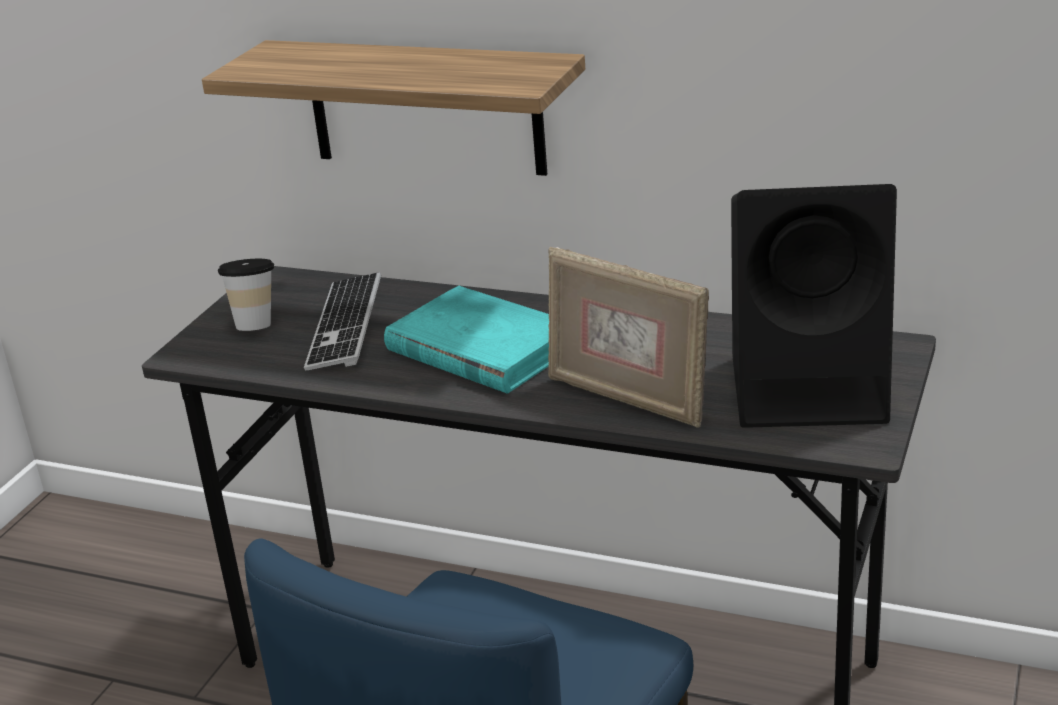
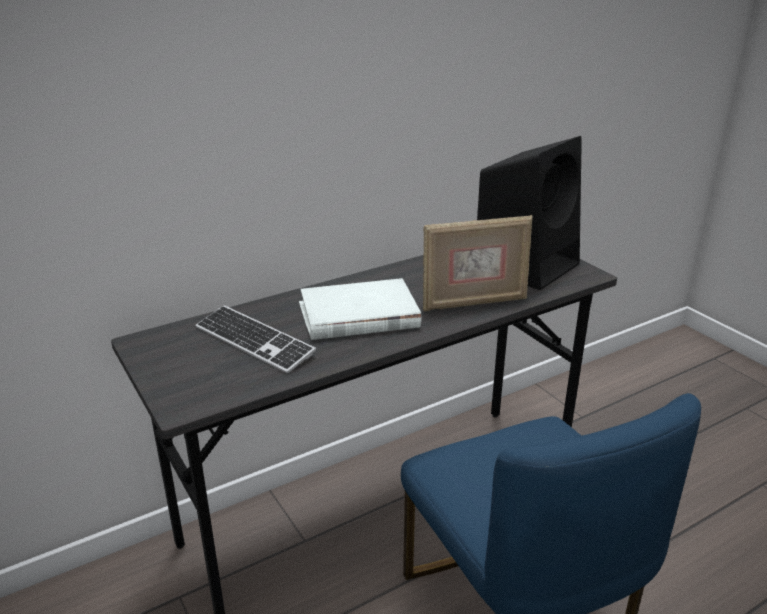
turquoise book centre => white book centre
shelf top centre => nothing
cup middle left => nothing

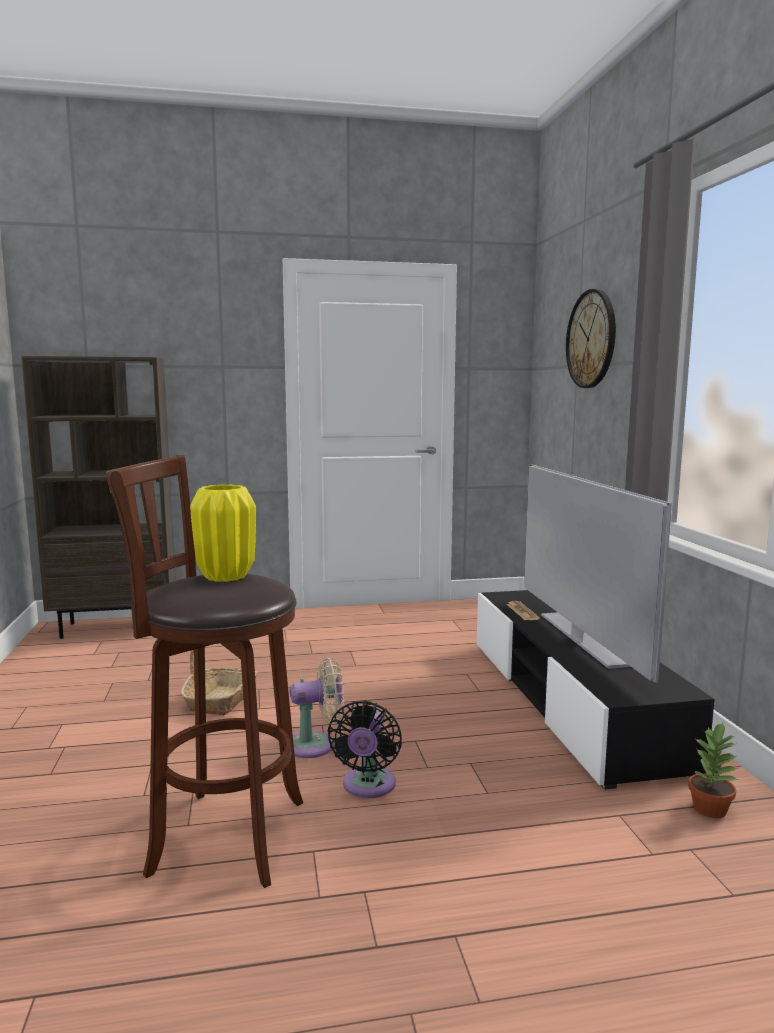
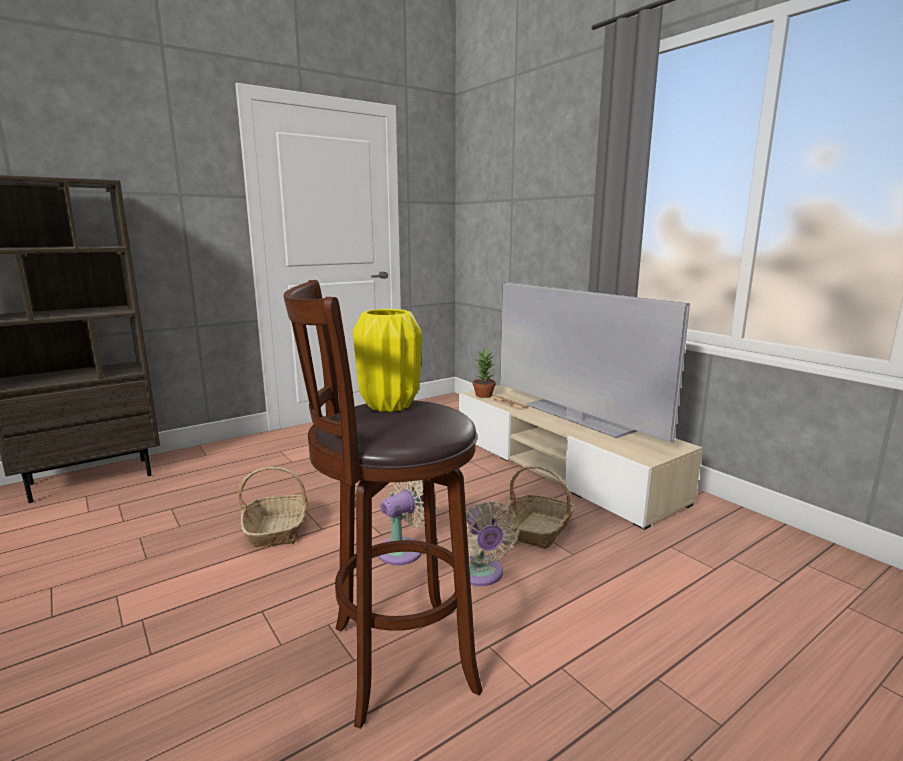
black tv stand bottom right => beige tv stand centre
black fan bottom centre => beige fan (no. 2 from left) bottom centre
potted plant bottom right => potted plant centre, relocated
nothing => basket (no. 2 from left) centre
wall clock top right => nothing

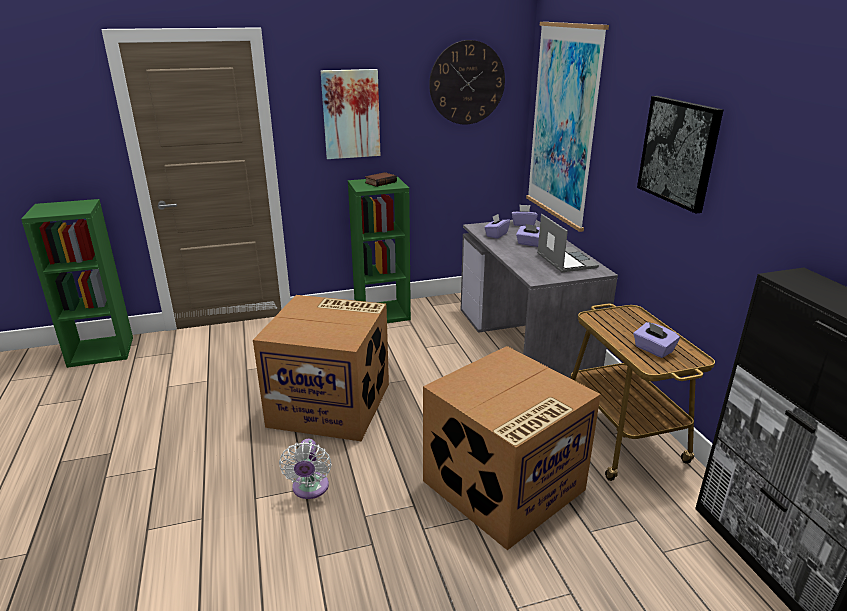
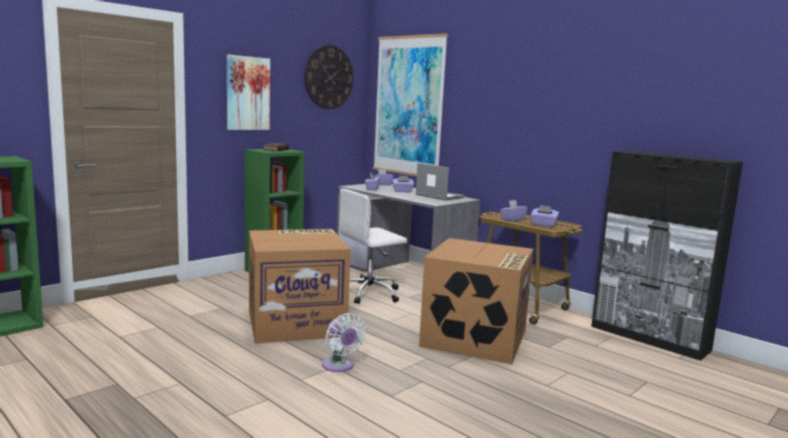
nothing => white office chair centre
nothing => purple tissue box (no. 4 from left) centre
picture (no. 3 from left) top right => nothing

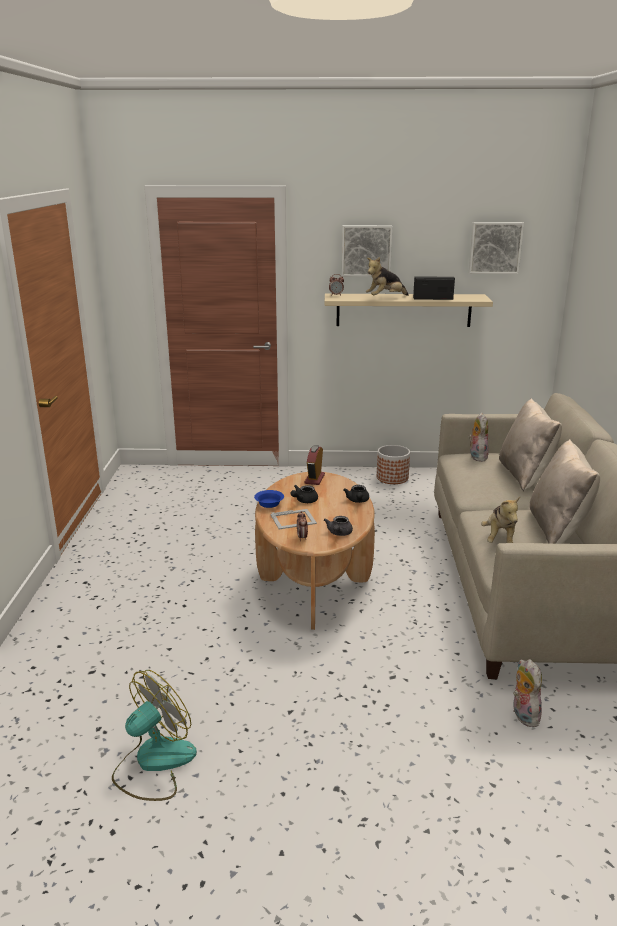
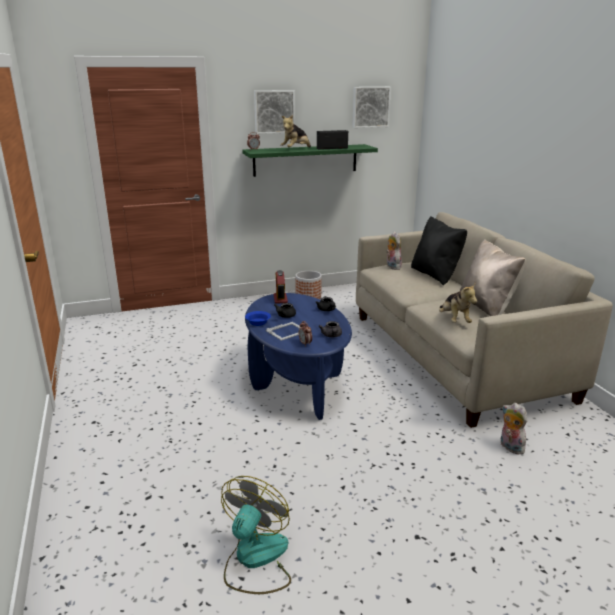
beige shelf centre => green shelf top centre
brown coffee table centre => blue coffee table centre
beige pillow (no. 1 from left) middle right => black pillow middle right

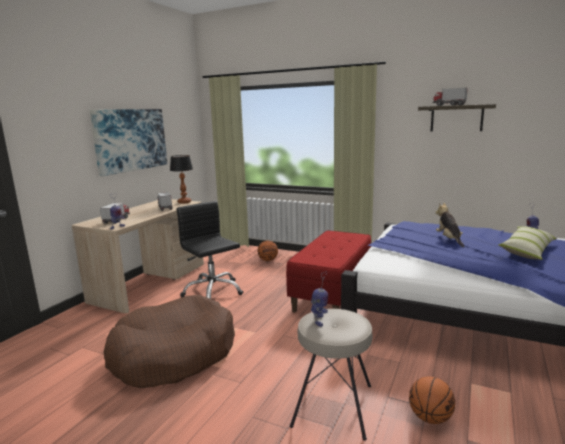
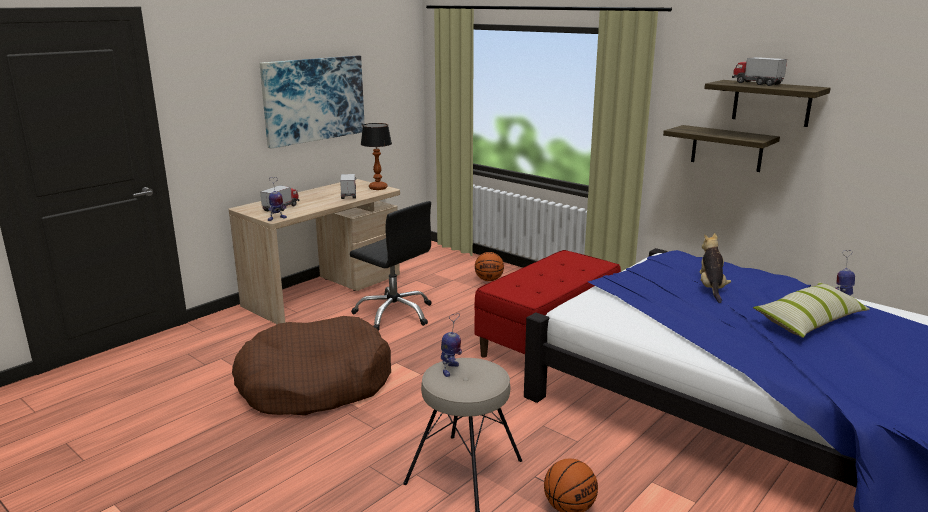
black office chair centre, 150 degrees clockwise
nothing => shelf (no. 1 from left) top right

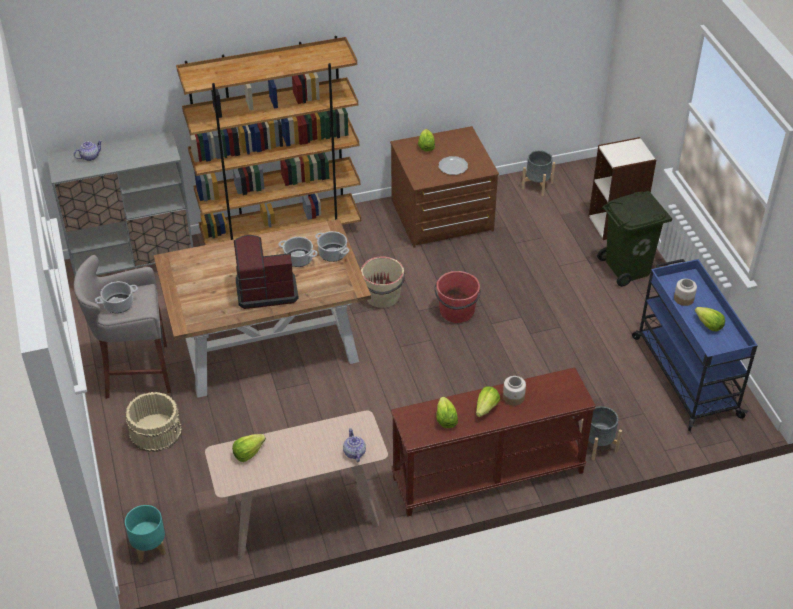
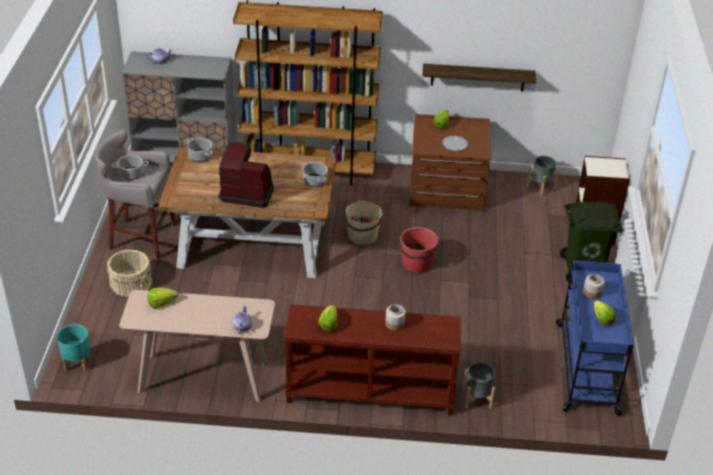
cooking pot (no. 2 from left) centre => cooking pot (no. 2 from left) top left, relocated
nothing => shelf top right
lettuce (no. 4 from left) centre => nothing

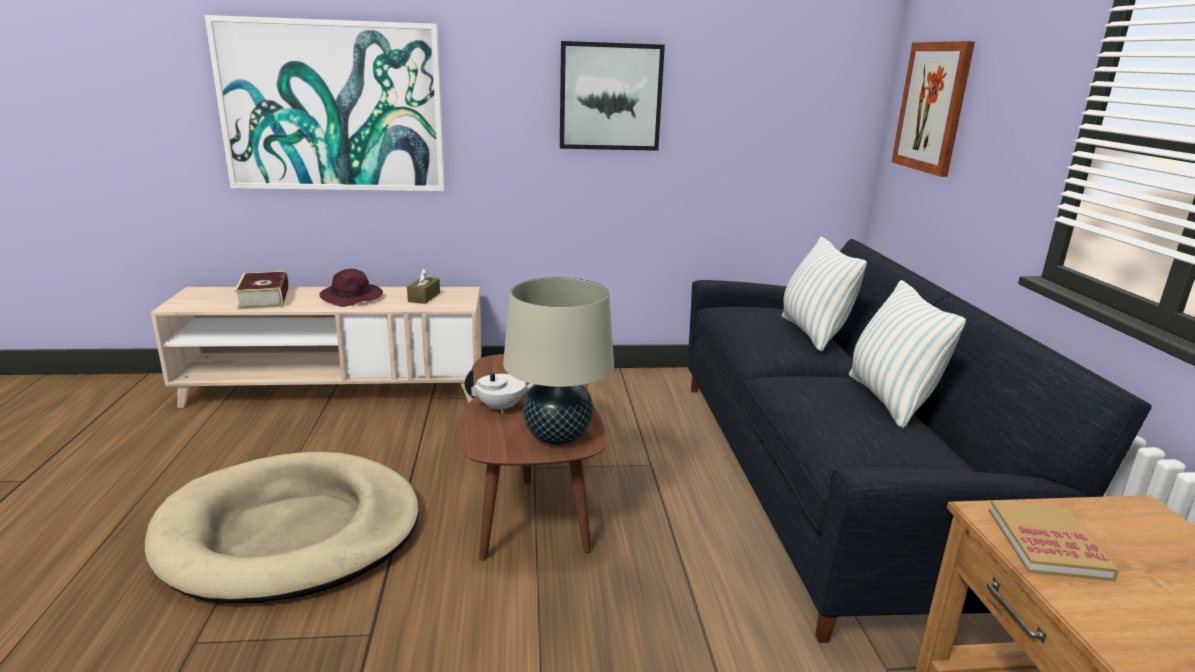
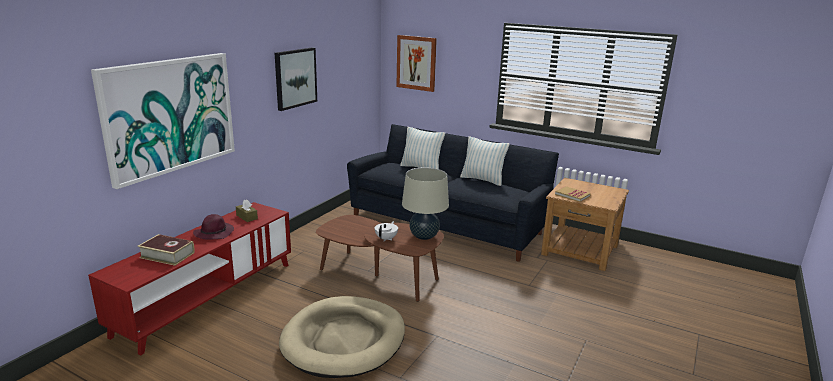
beige tv stand middle left => red tv stand bottom left

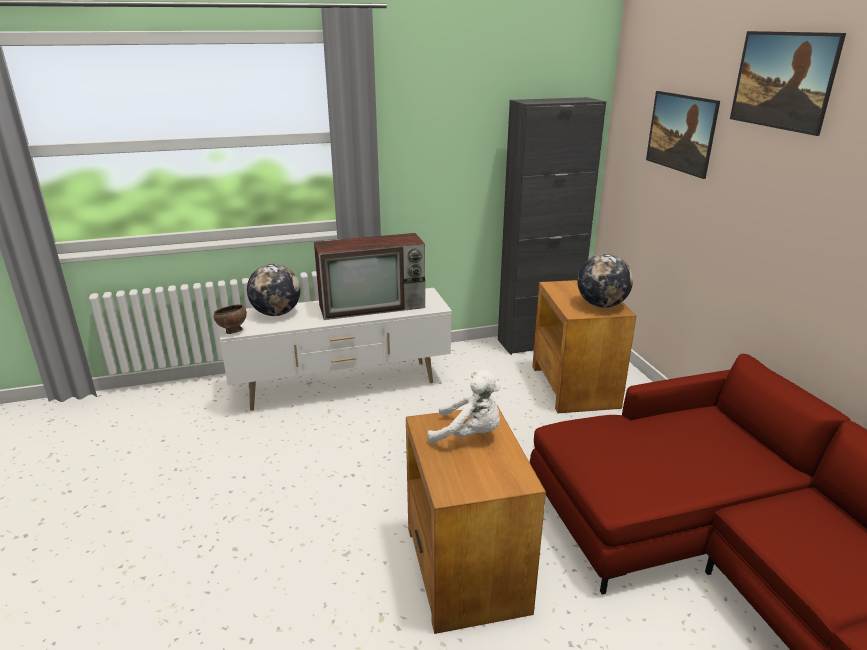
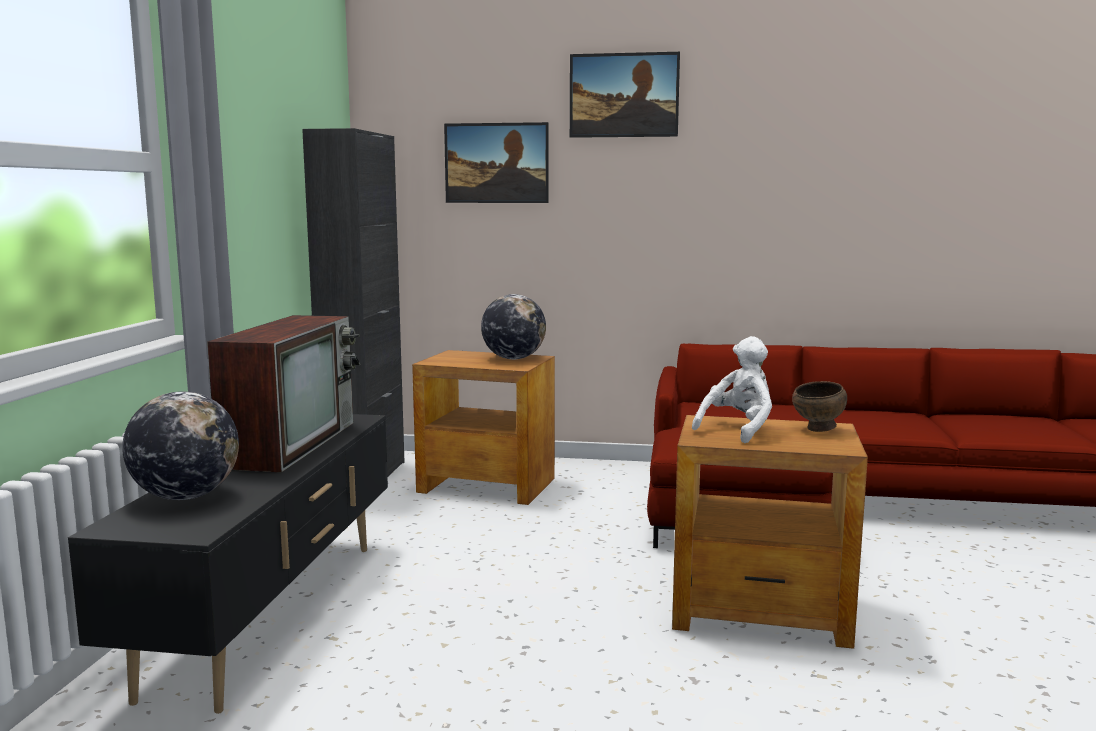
white tv stand centre => black tv stand bottom left
brown bowl middle left => brown bowl middle right, relocated

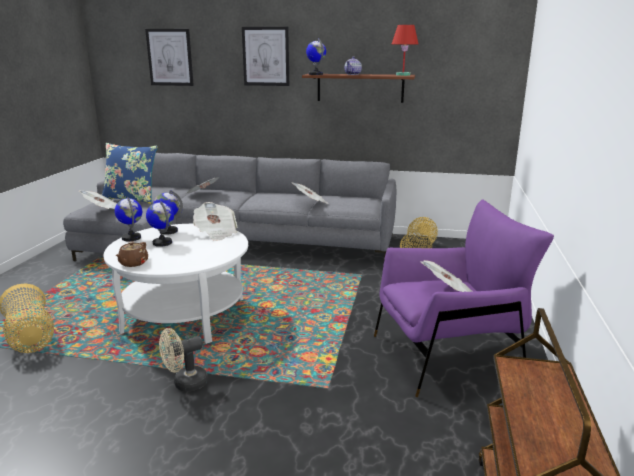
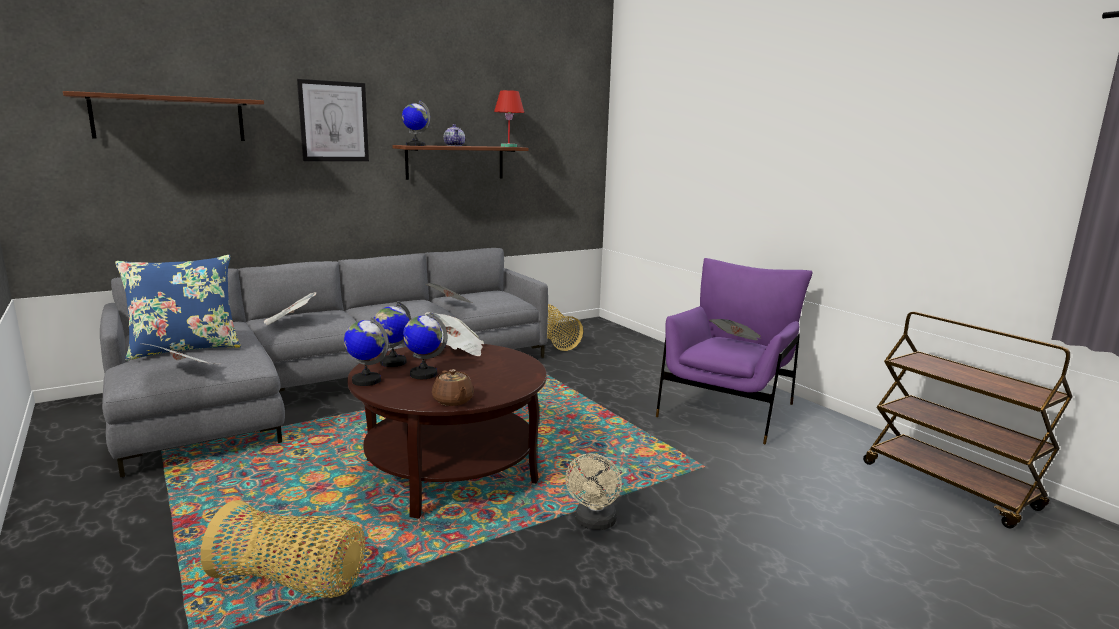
picture (no. 1 from left) top left => shelf (no. 1 from left) top left
white coffee table middle left => brown coffee table bottom centre

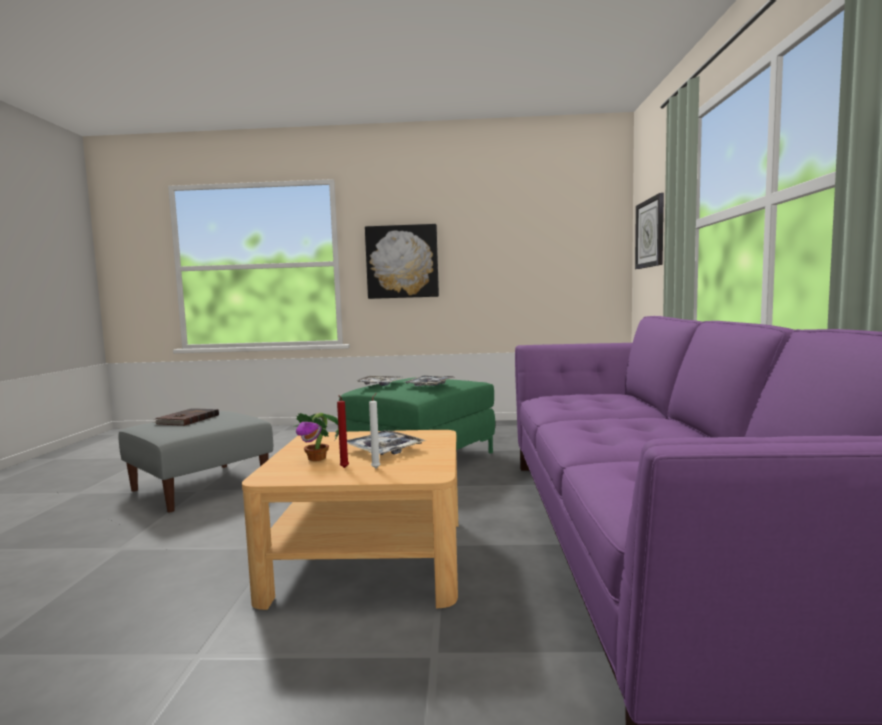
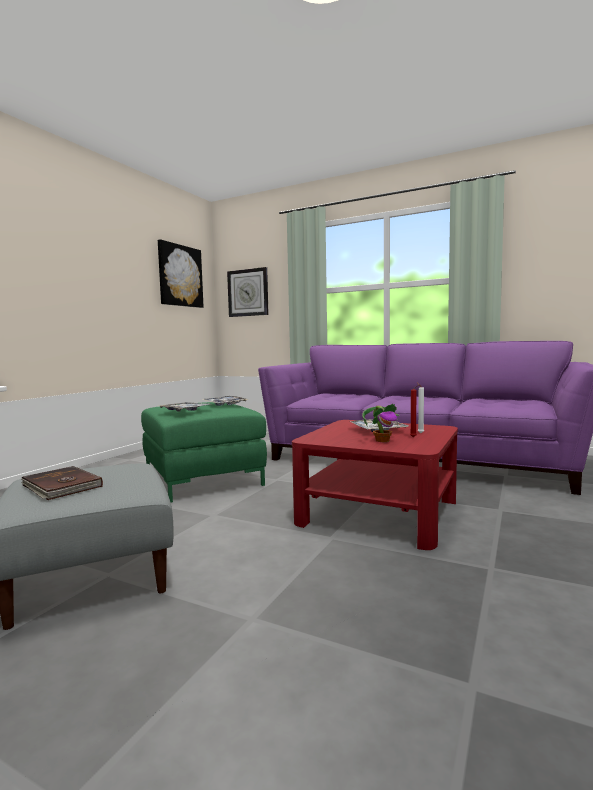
picture centre => picture middle left, relocated
beige coffee table bottom centre => red coffee table centre

